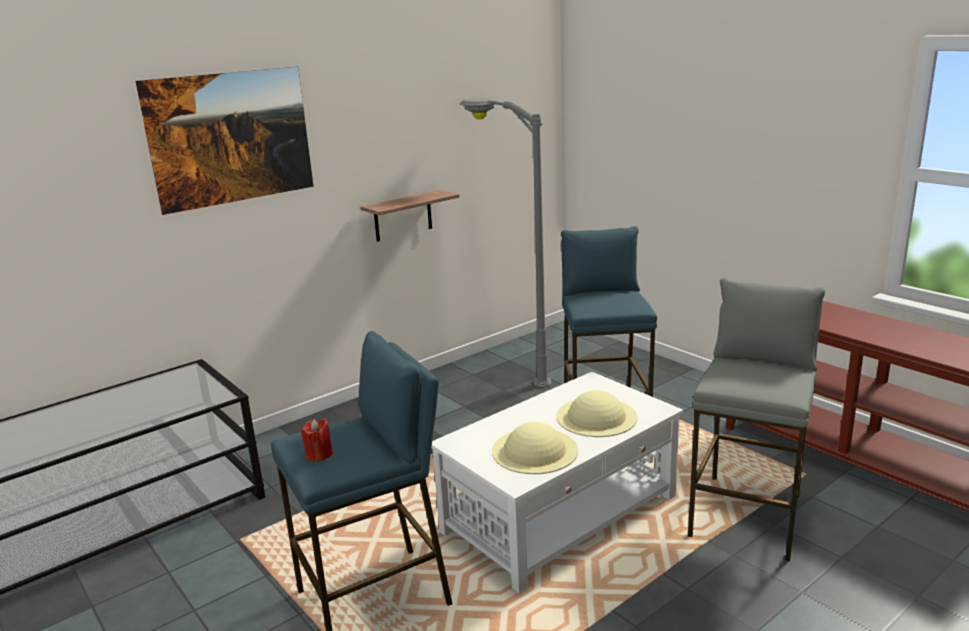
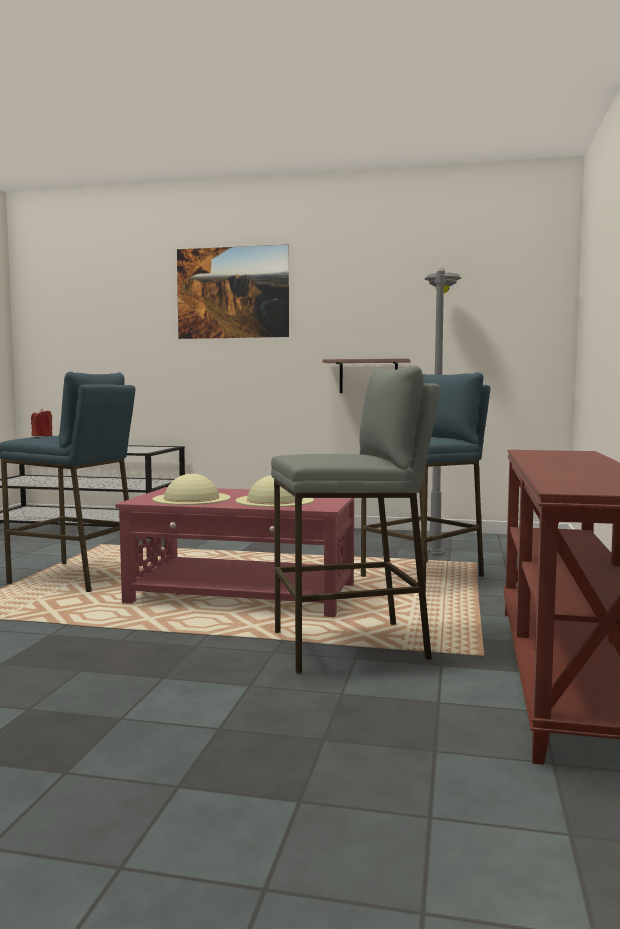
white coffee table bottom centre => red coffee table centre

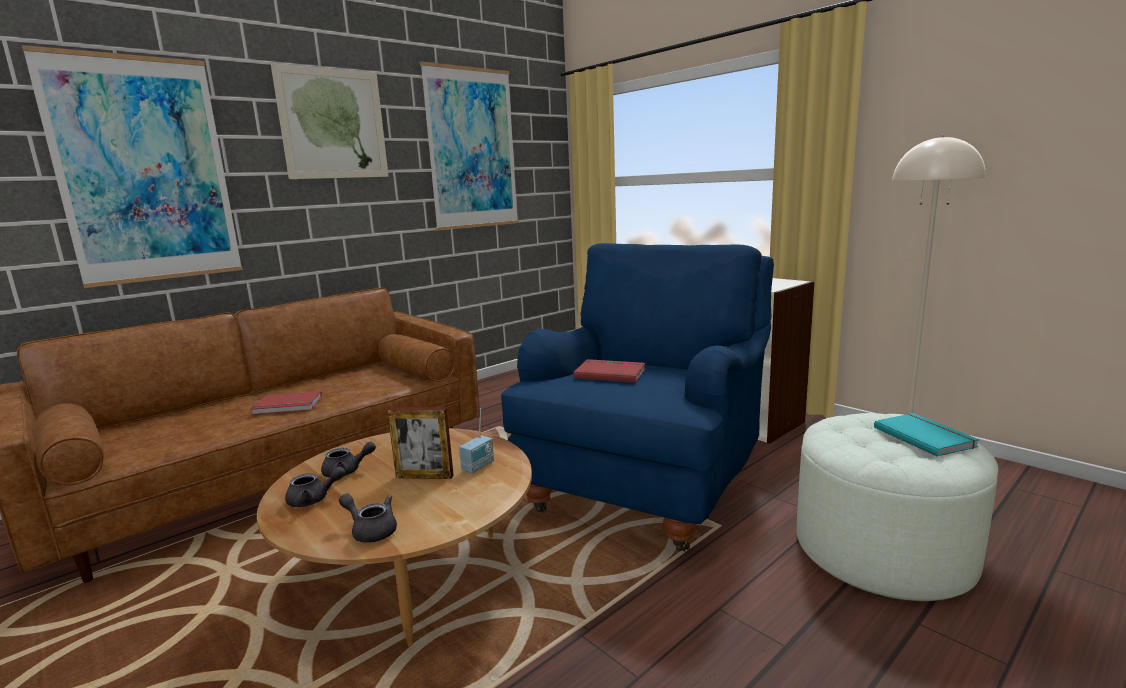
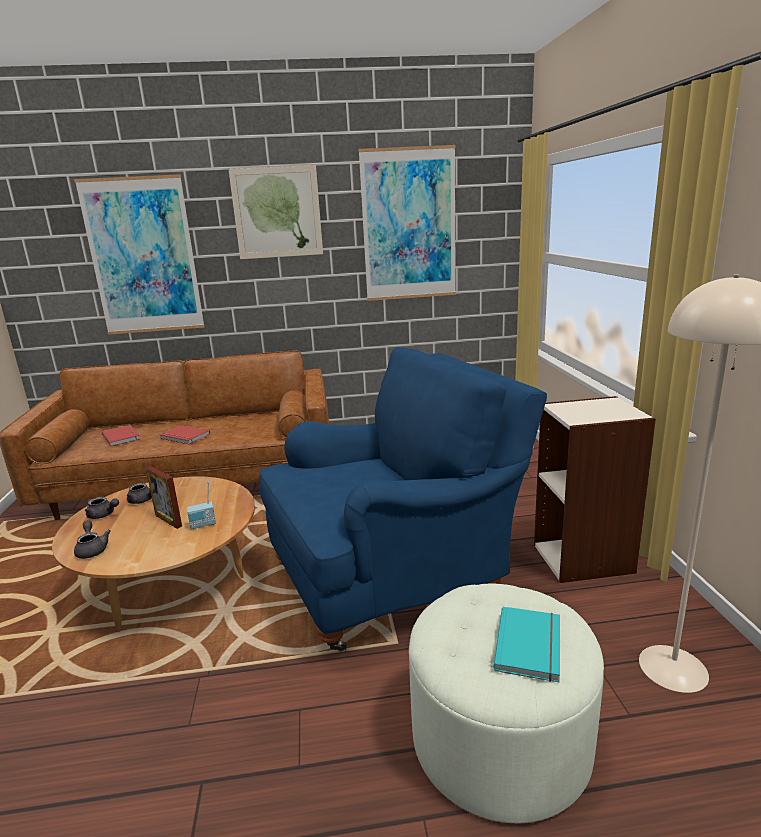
red book (no. 2 from left in the first image) centre => red book (no. 1 from left) middle left, relocated

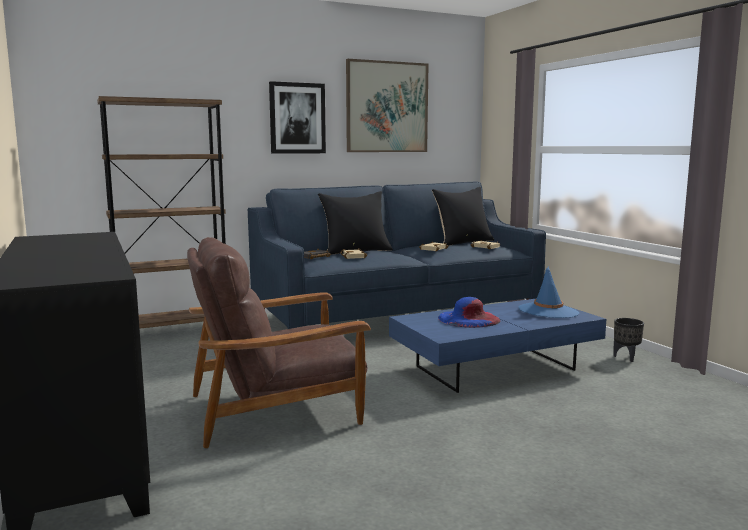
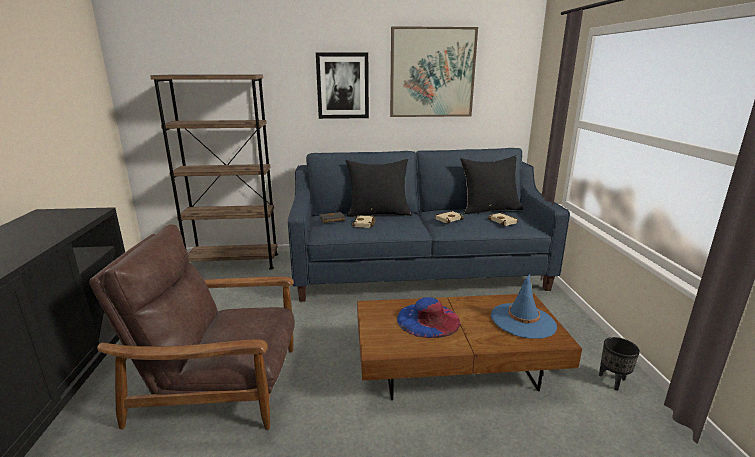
blue coffee table centre => brown coffee table bottom centre

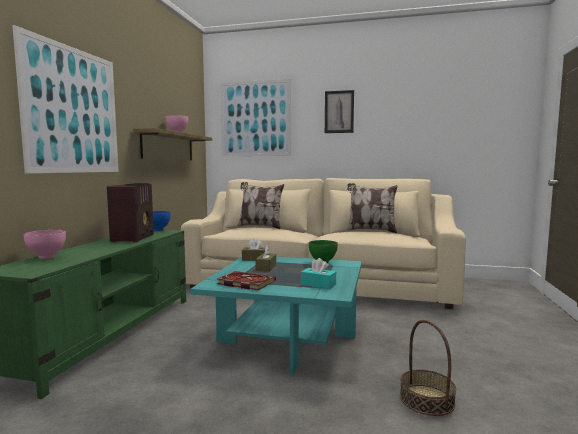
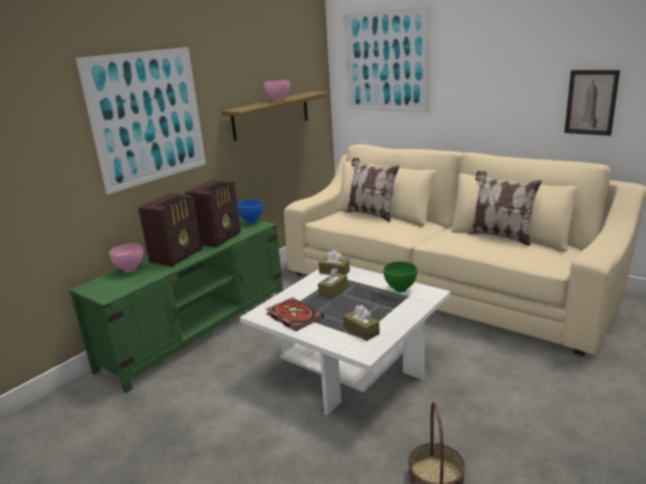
nothing => radio (no. 1 from left) middle left
turquoise coffee table bottom centre => white coffee table bottom centre
turquoise tissue box centre => brown tissue box (no. 3 from left) bottom centre
picture (no. 3 from left) top centre => picture (no. 3 from left) top right, relocated

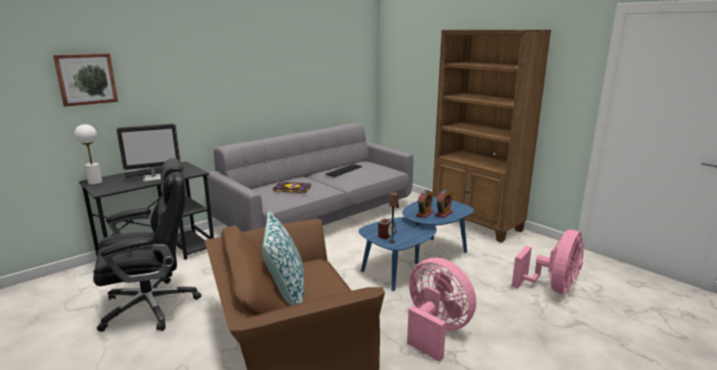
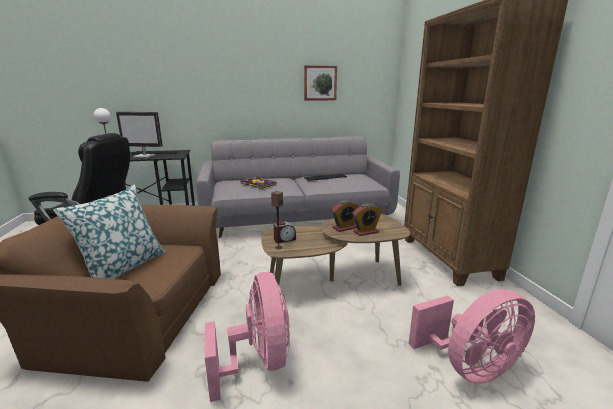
blue coffee table centre => brown coffee table centre
picture top left => picture top centre, relocated

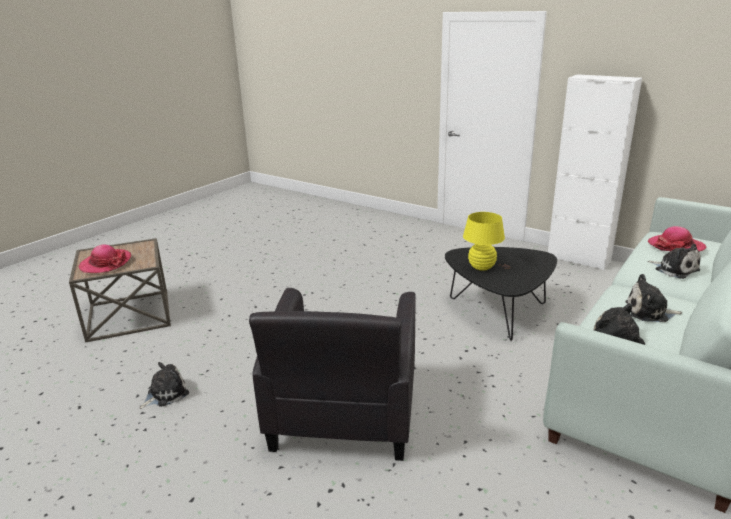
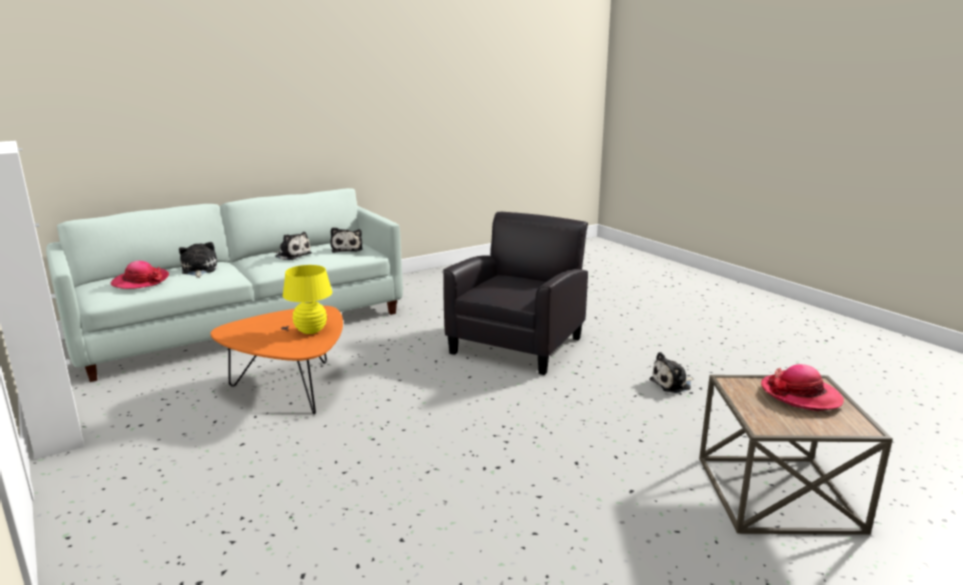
black coffee table middle right => orange coffee table middle left

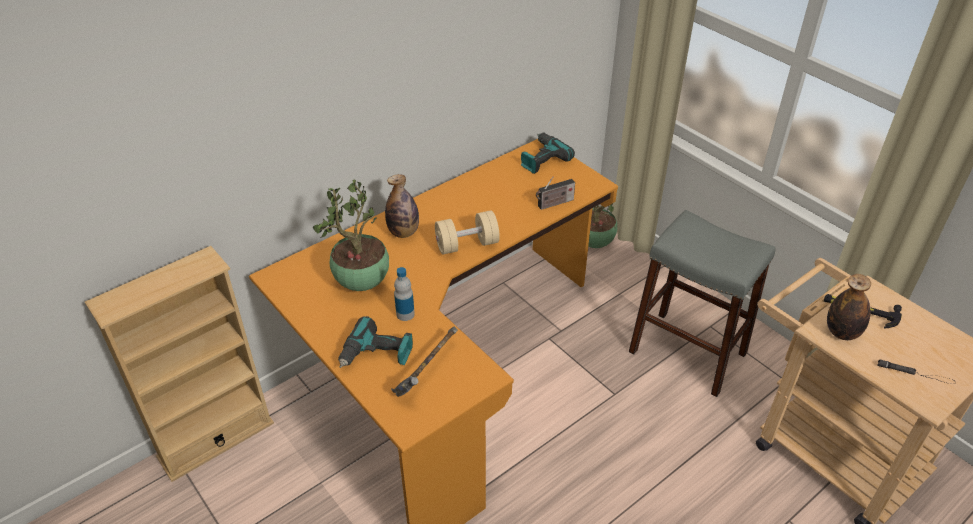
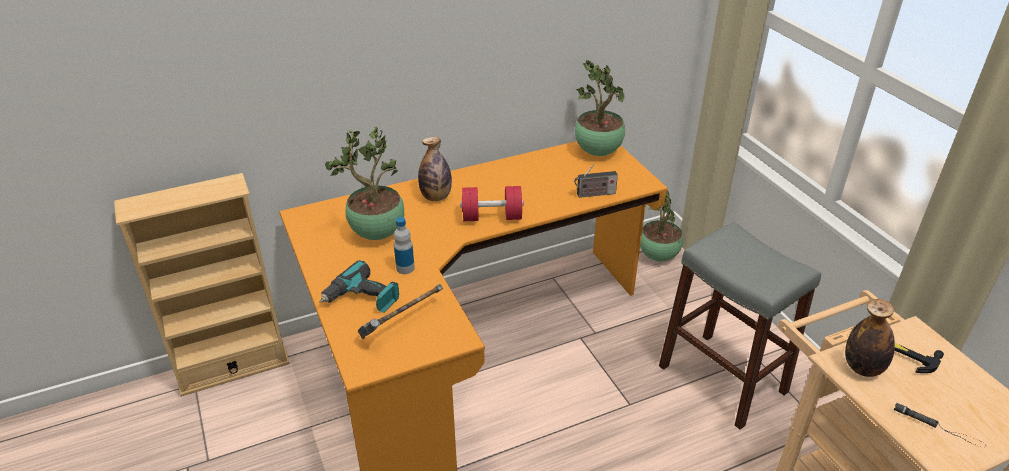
beige dumbbell centre => red dumbbell centre
power drill (no. 2 from left) top centre => potted plant (no. 2 from left) top centre

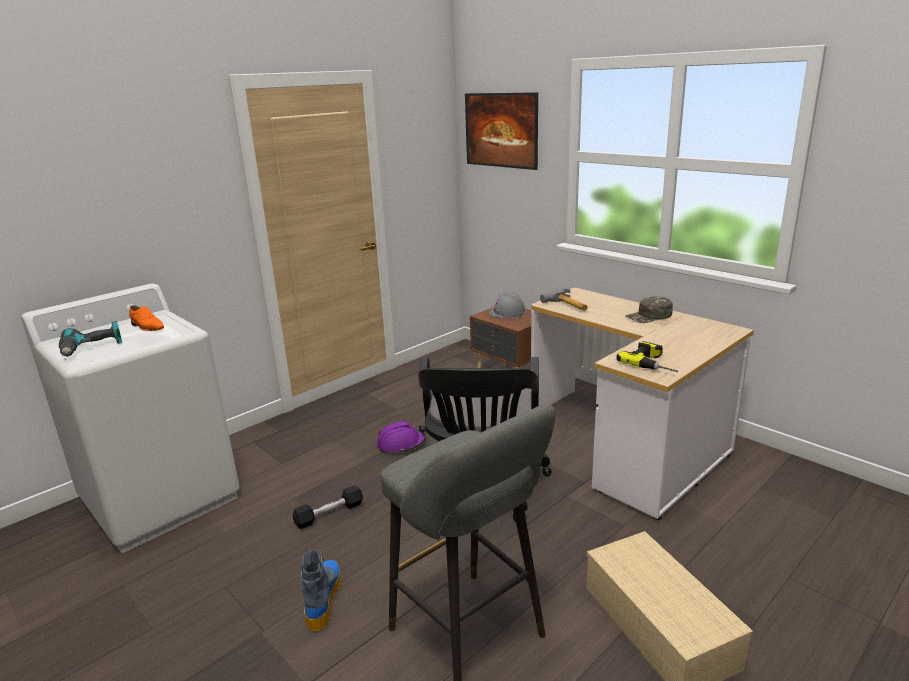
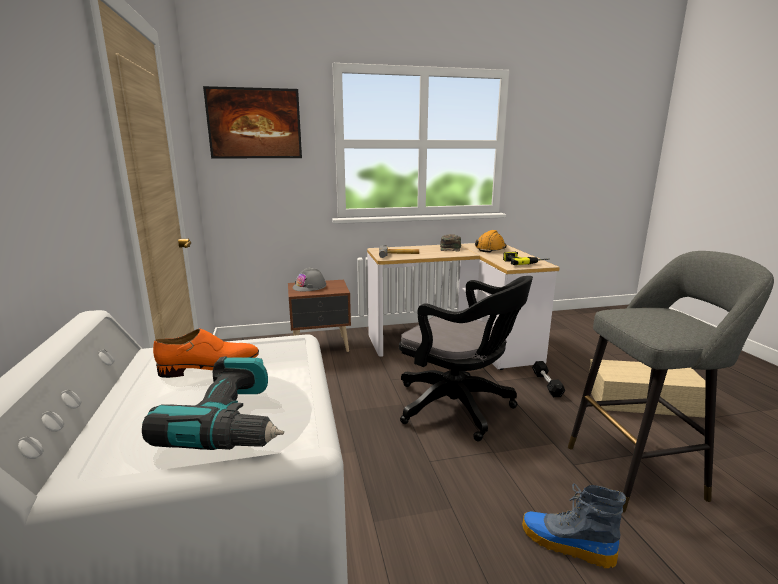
nothing => orange hard hat centre
black dumbbell bottom centre => black dumbbell middle right, relocated
purple hard hat centre => nothing

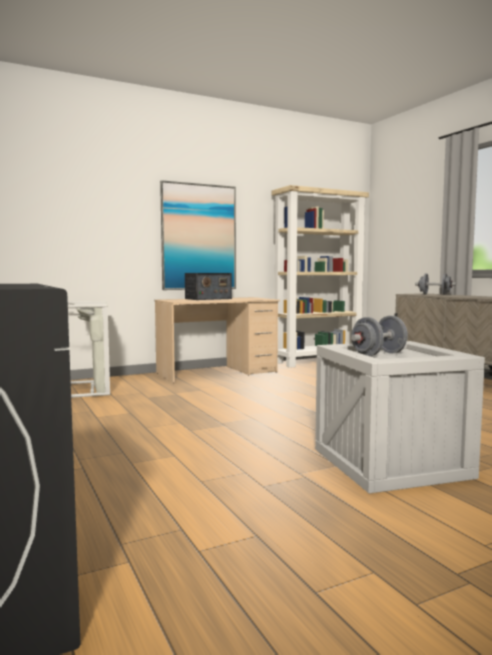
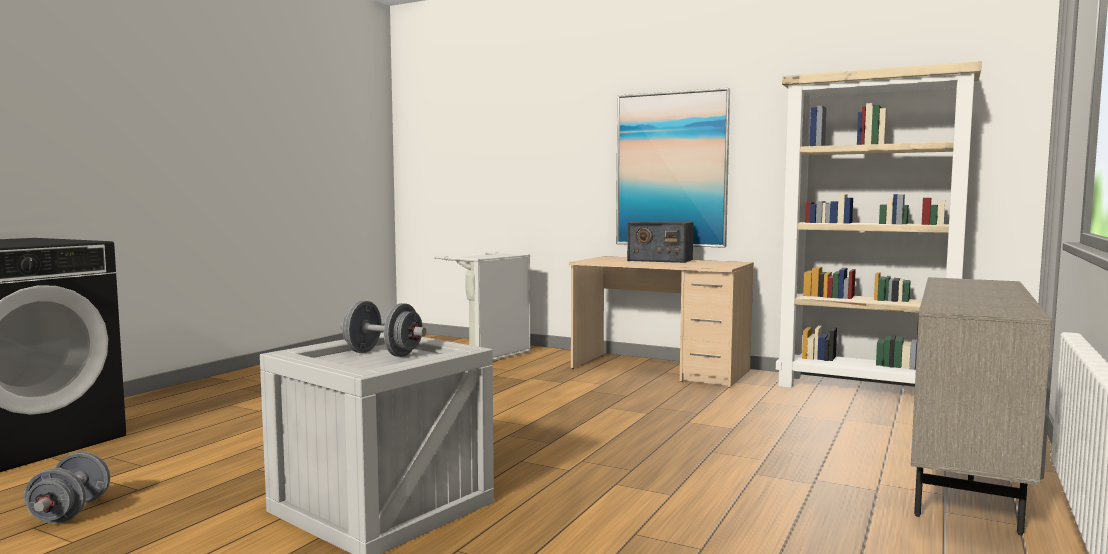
grey dumbbell (no. 2 from left in the first image) middle right => grey dumbbell (no. 1 from left) bottom left, relocated

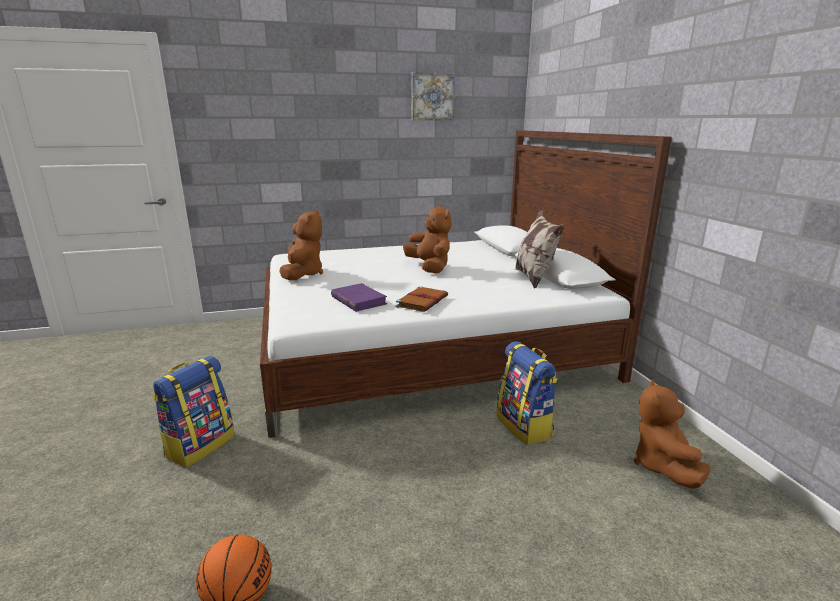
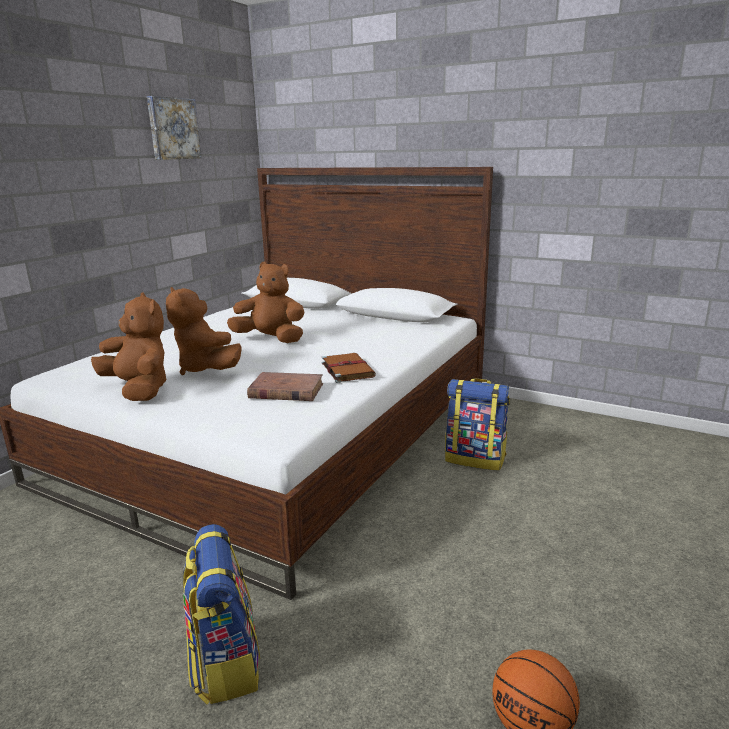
brown plush toy (no. 3 from left in the first image) bottom right => brown plush toy (no. 2 from left) middle left, relocated
purple book centre => brown book (no. 1 from left) centre
pillow centre => nothing

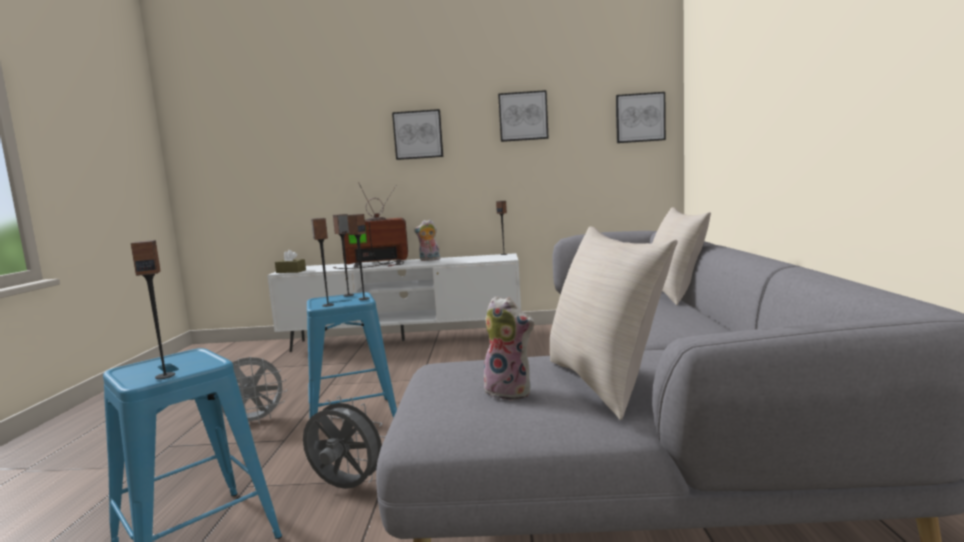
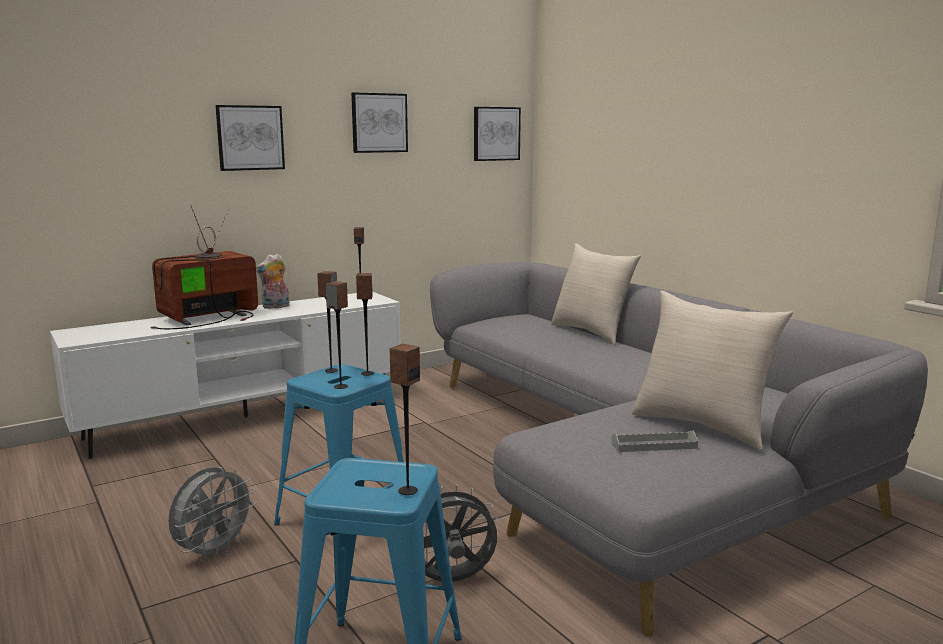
plush toy (no. 2 from left) centre => grey tray bottom right
brown tissue box middle left => nothing

